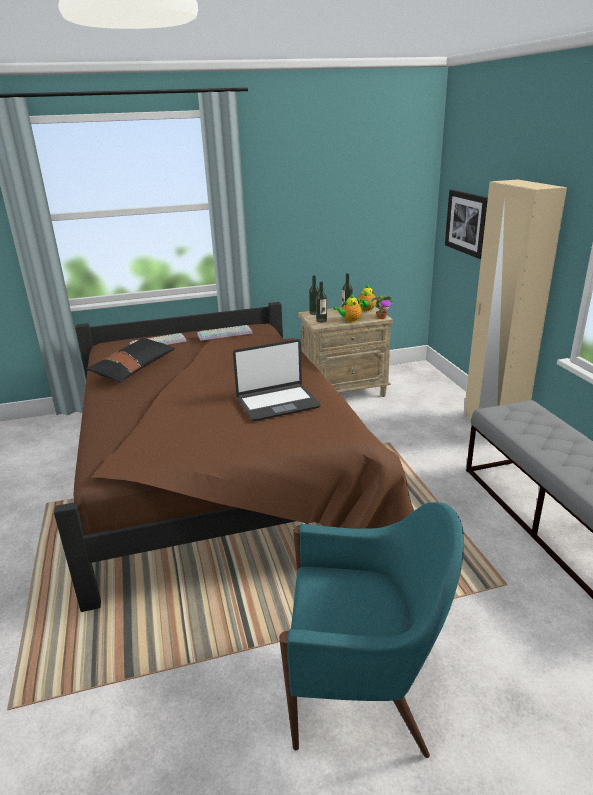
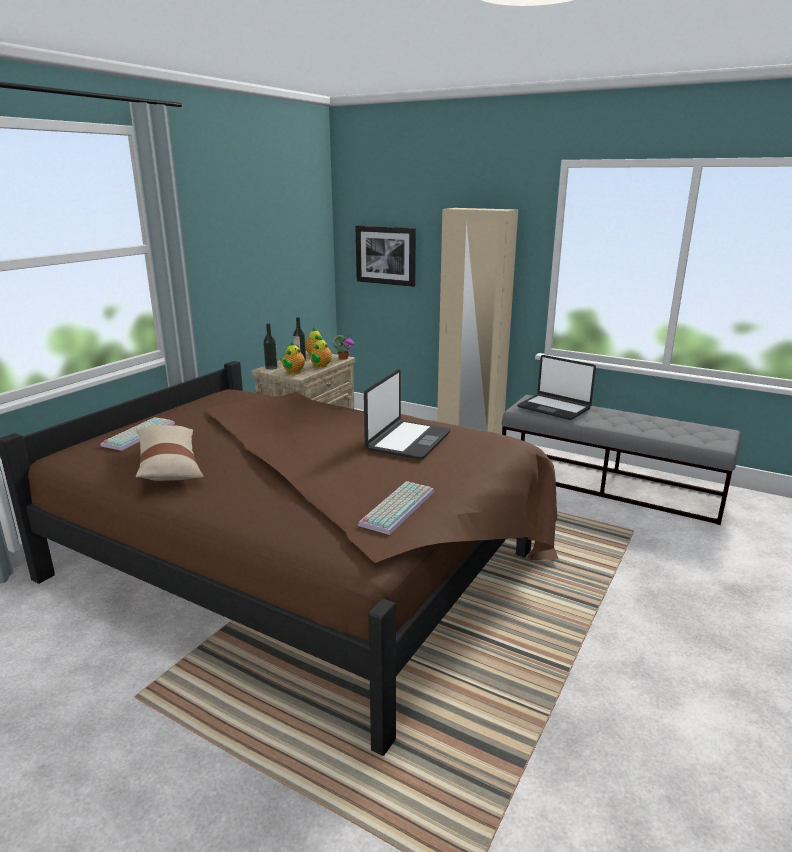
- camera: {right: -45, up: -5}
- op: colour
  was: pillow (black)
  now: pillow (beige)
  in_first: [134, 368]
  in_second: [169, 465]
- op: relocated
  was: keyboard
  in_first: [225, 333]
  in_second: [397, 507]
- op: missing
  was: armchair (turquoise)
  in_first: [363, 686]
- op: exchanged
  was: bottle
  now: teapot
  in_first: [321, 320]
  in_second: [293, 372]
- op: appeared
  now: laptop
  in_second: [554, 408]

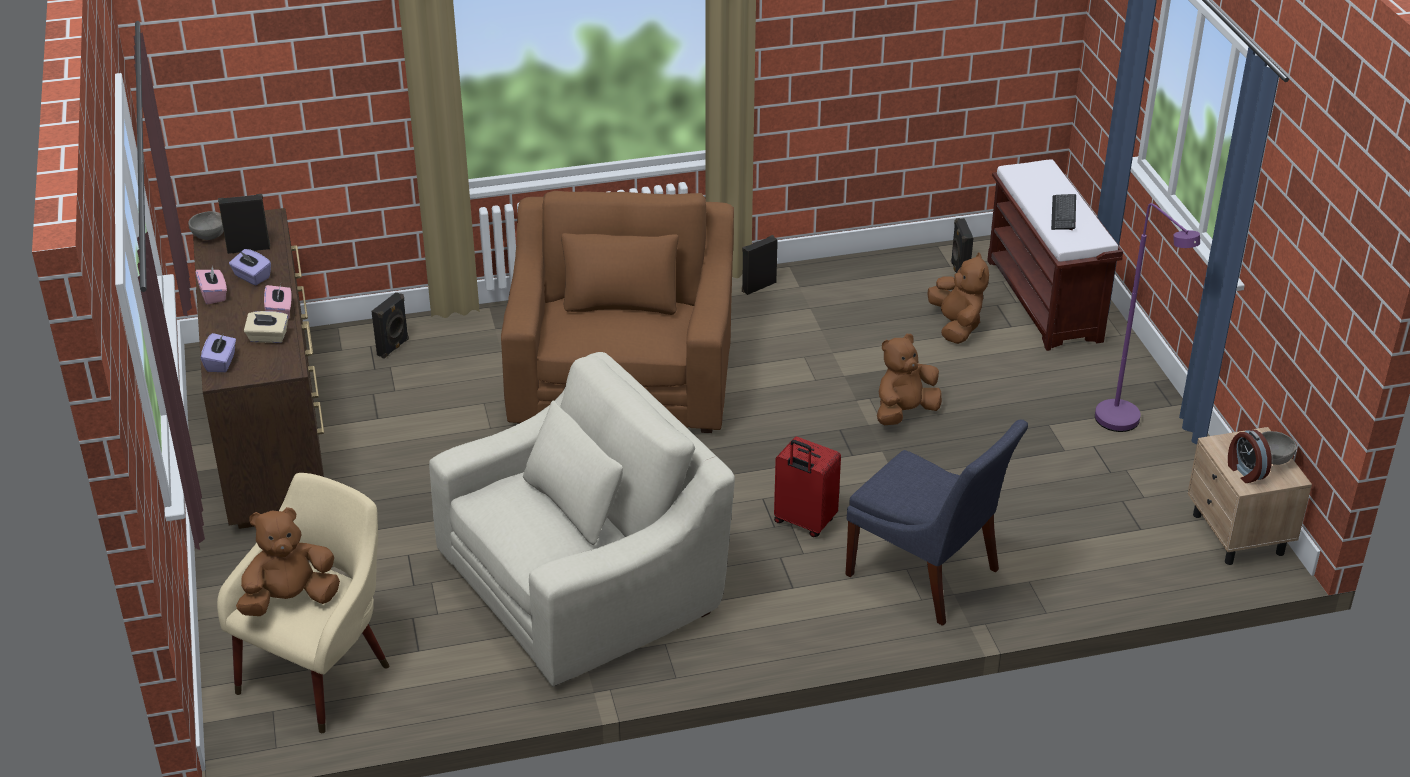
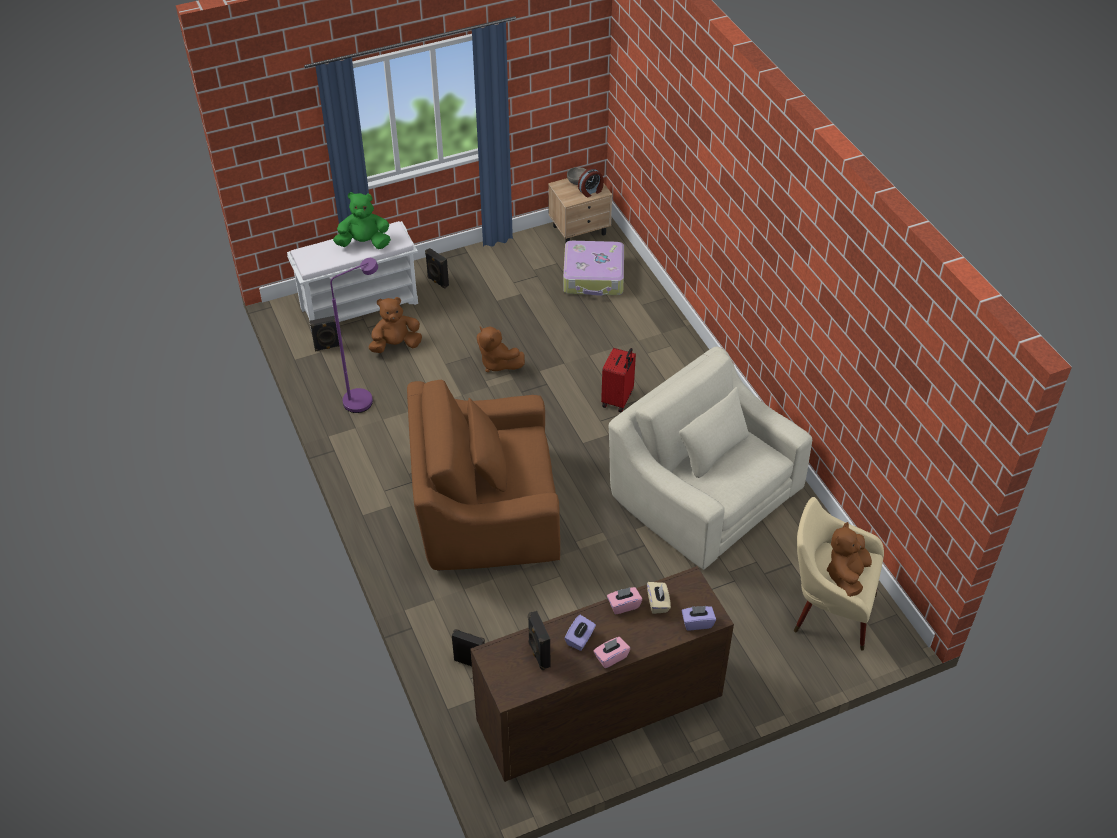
- camera: {right: -100, up: 10}
- op: missing
  was: bowl (grey)
  in_first: [210, 236]
- op: spun
  was: plush toy (brown)
  in_first: [290, 600]
  in_second: [846, 576]
  clockwise: 60
- op: relocated
  was: speaker (black)
  in_first: [758, 286]
  in_second: [437, 282]
- op: missing
  was: chair (blue)
  in_first: [927, 576]
- op: colour
  was: bench (brown)
  now: bench (white)
  in_first: [1045, 301]
  in_second: [360, 305]
- op: exchanged
  was: keyboard
  now: plush toy (green)
  in_first: [1063, 213]
  in_second: [364, 243]
- op: relocated
  was: floor lamp (purple)
  in_first: [1126, 425]
  in_second: [365, 398]
- op: appeared
  now: suitcase
  in_second: [594, 277]

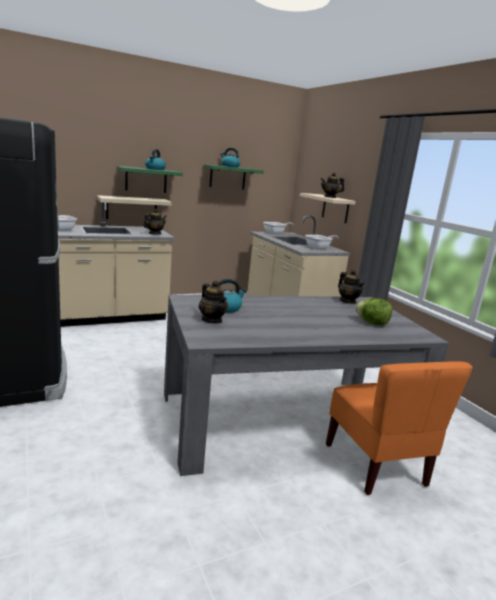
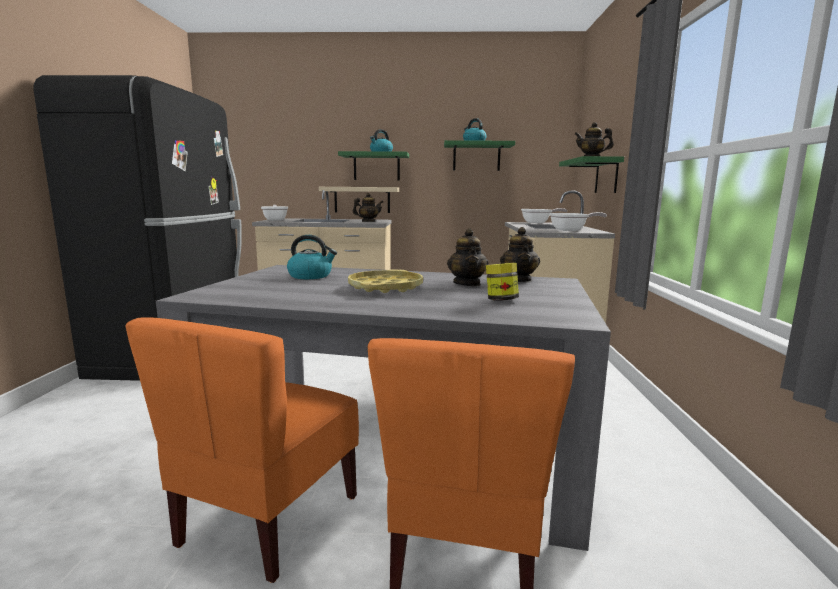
- camera: {right: 30, up: -5}
- op: relocated
  was: teapot
  in_first: [212, 320]
  in_second: [467, 284]
- op: colour
  was: shelf (beige)
  now: shelf (green)
  in_first: [335, 208]
  in_second: [606, 176]
- op: exchanged
  was: lettuce
  now: jar
  in_first: [372, 323]
  in_second: [501, 300]
- op: appeared
  now: chair (orange)
  in_second: [268, 520]
- op: appeared
  now: tray (yellow)
  in_second: [385, 287]

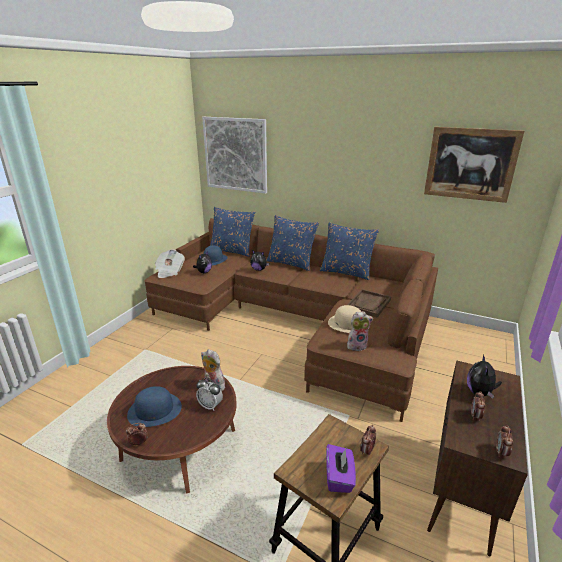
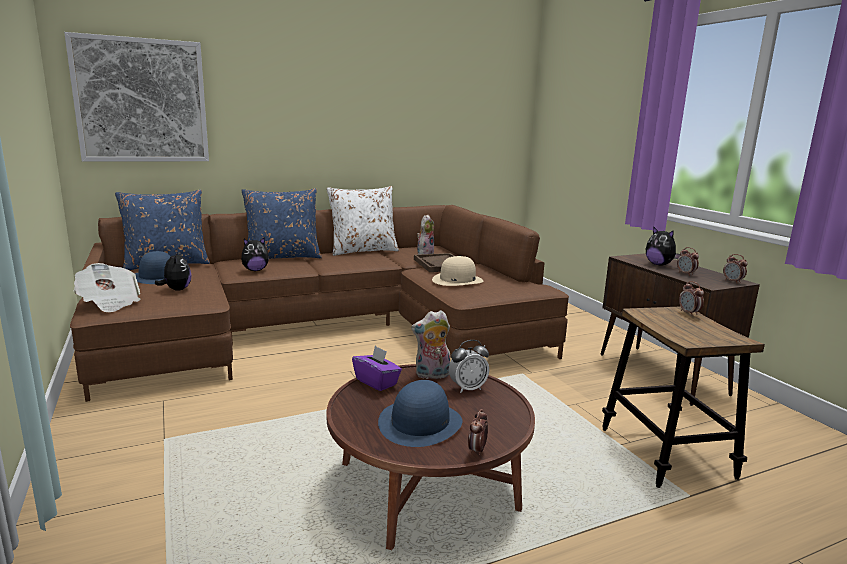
- camera: {right: -50, up: -10}
- op: colour
  was: pillow (blue)
  now: pillow (white)
  in_first: [346, 272]
  in_second: [363, 250]
- op: relocated
  was: tissue box (purple)
  in_first: [339, 477]
  in_second: [376, 382]
- op: relocated
  was: plush toy
  in_first: [357, 345]
  in_second: [425, 254]
- op: missing
  was: picture
  in_first: [470, 164]

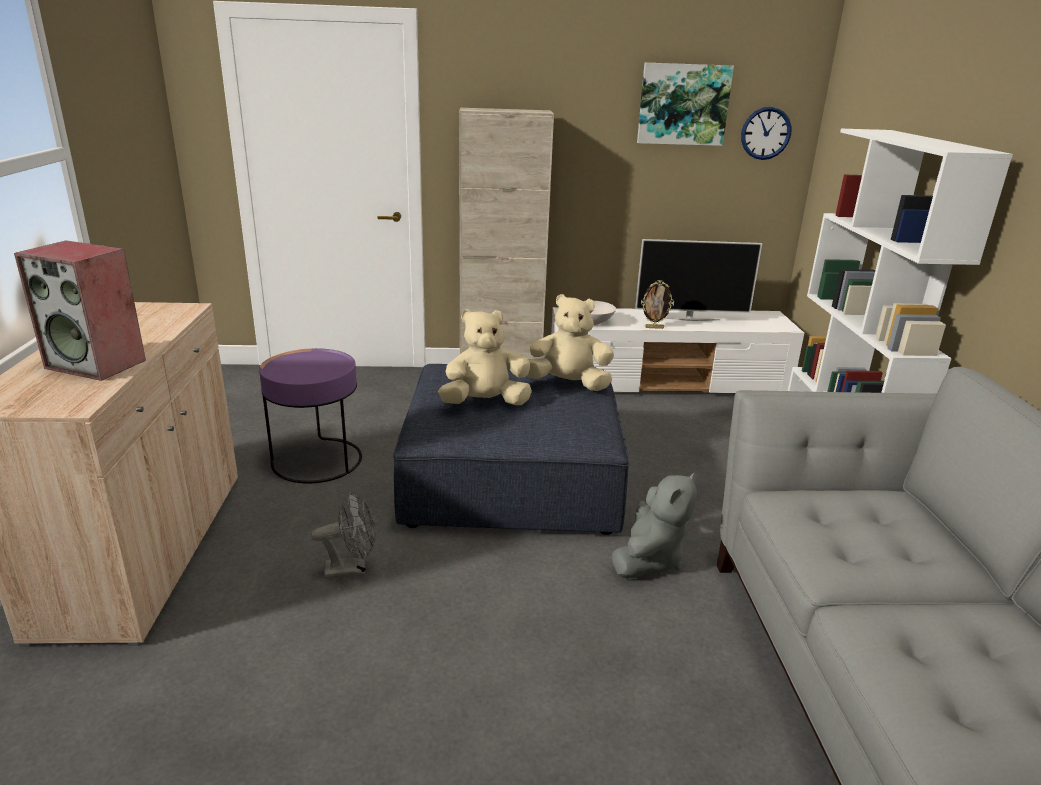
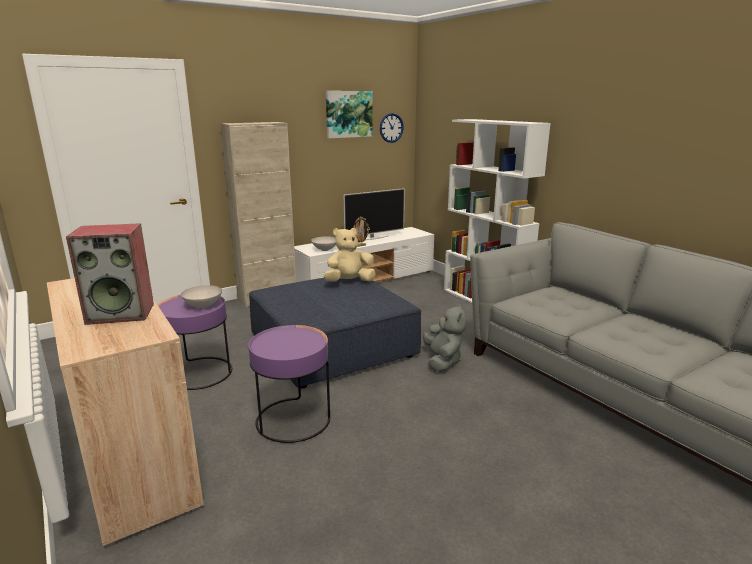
- camera: {right: -30, up: -5}
- op: exchanged
  was: fan (grey)
  now: side table (purple)
  in_first: [352, 569]
  in_second: [293, 419]
- op: missing
  was: plush toy (beige)
  in_first: [485, 403]
- op: appeared
  now: bowl (white)
  in_second: [203, 306]

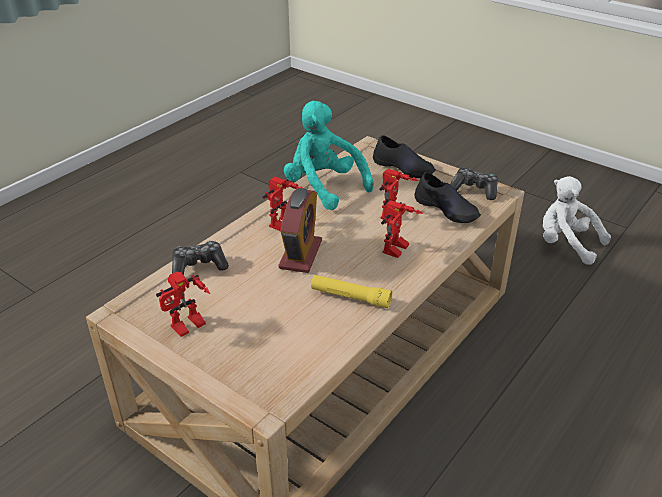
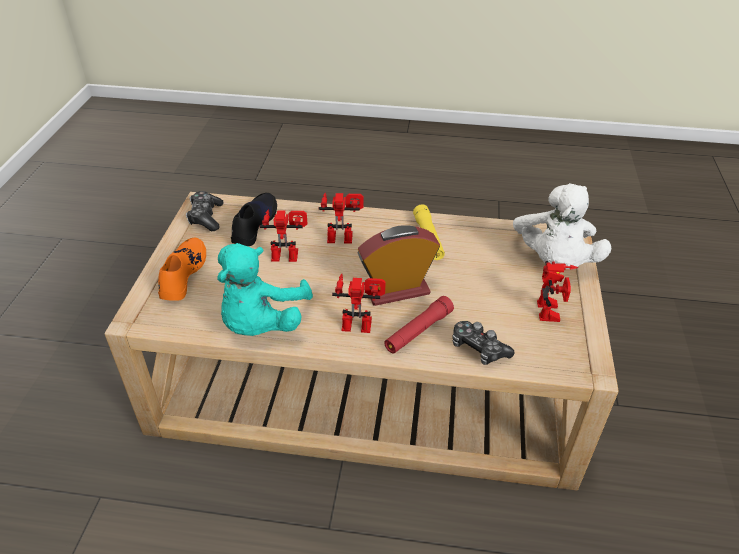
- camera: {right: -120, up: 5}
- op: spun
  was: toy robot
  in_first: [188, 328]
  in_second: [552, 313]
  clockwise: 75
- op: colour
  was: shoe (black)
  now: shoe (orange)
  in_first: [404, 168]
  in_second: [183, 274]
- op: relocated
  was: plush toy (white)
  in_first: [566, 244]
  in_second: [554, 261]
- op: appeared
  now: flashlight (red)
  in_second: [418, 331]

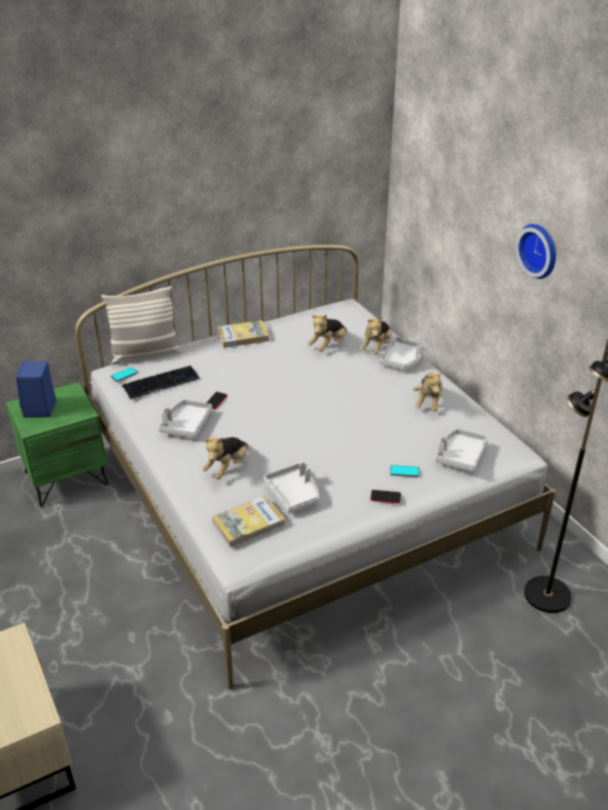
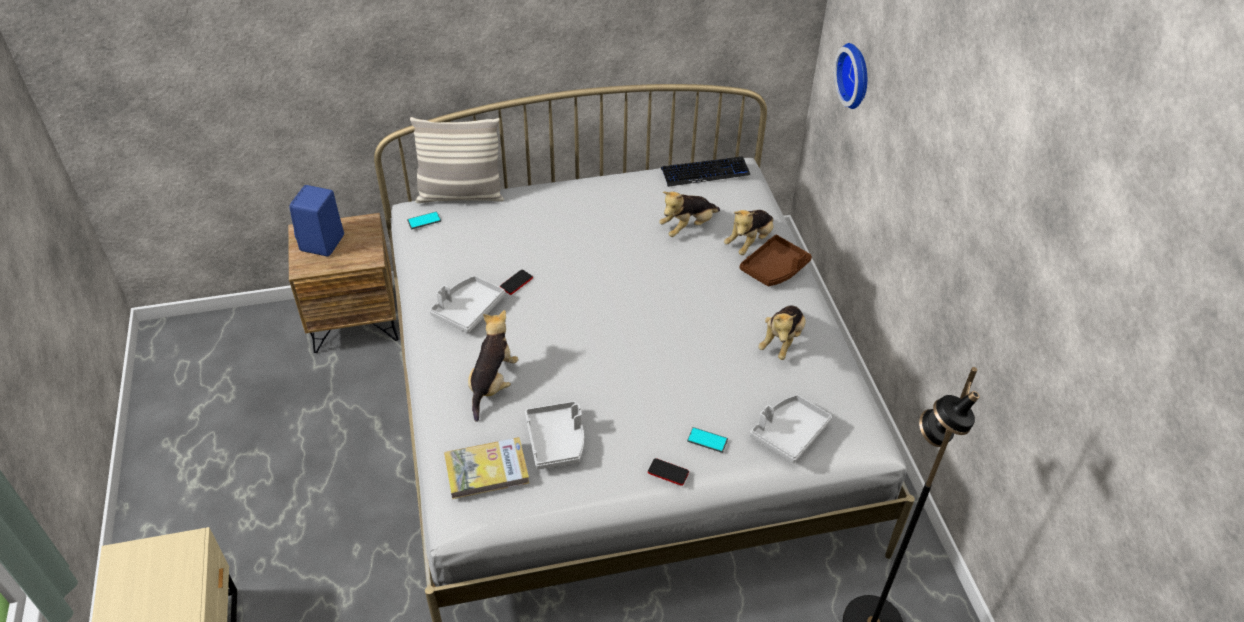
- camera: {right: 15, up: 10}
- op: colour
  was: nightstand (green)
  now: nightstand (brown)
  in_first: [66, 478]
  in_second: [355, 320]
- op: relocated
  was: keyboard
  in_first: [161, 383]
  in_second: [705, 172]
- op: spun
  was: plush toy
  in_first: [227, 467]
  in_second: [492, 383]
  clockwise: 150
- op: missing
  was: book
  in_first: [243, 336]
- op: colour
  was: tray (grey)
  now: tray (brown)
  in_first: [402, 360]
  in_second: [775, 268]
- op: relocated
  was: wall clock
  in_first: [540, 250]
  in_second: [856, 75]

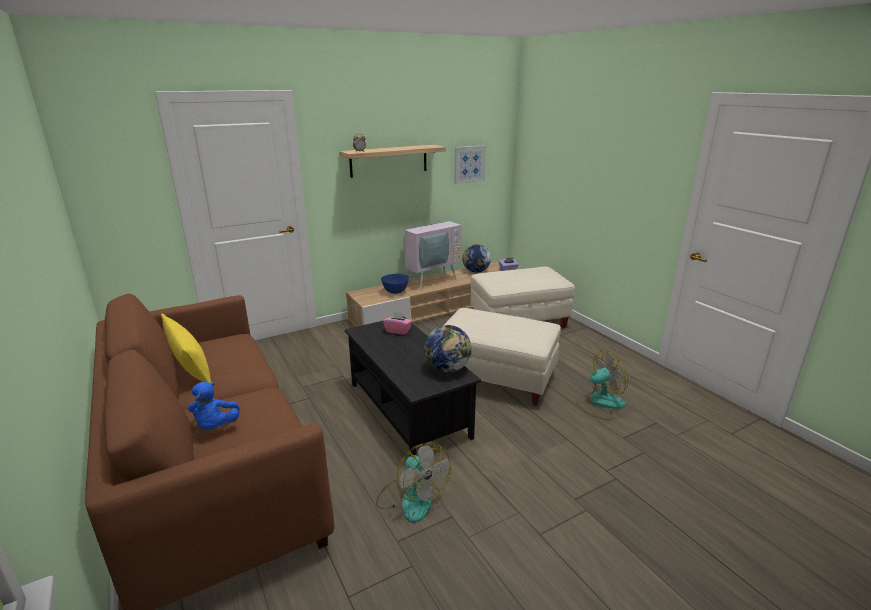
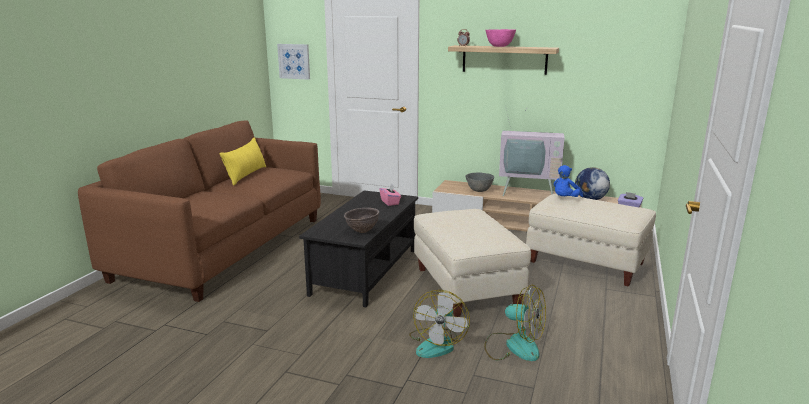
- camera: {right: 50, up: -5}
- op: relocated
  was: plush toy (blue)
  in_first: [216, 426]
  in_second: [565, 199]
- op: relocated
  was: fan
  in_first: [411, 498]
  in_second: [437, 343]
- op: colour
  was: bowl (blue)
  now: bowl (grey)
  in_first: [395, 292]
  in_second: [479, 191]
- op: exchanged
  was: globe
  now: bowl (brown)
  in_first: [448, 368]
  in_second: [362, 231]
- op: relocated
  was: picture
  in_first: [469, 164]
  in_second: [294, 61]
- op: appeared
  now: bowl (pink)
  in_second: [499, 46]

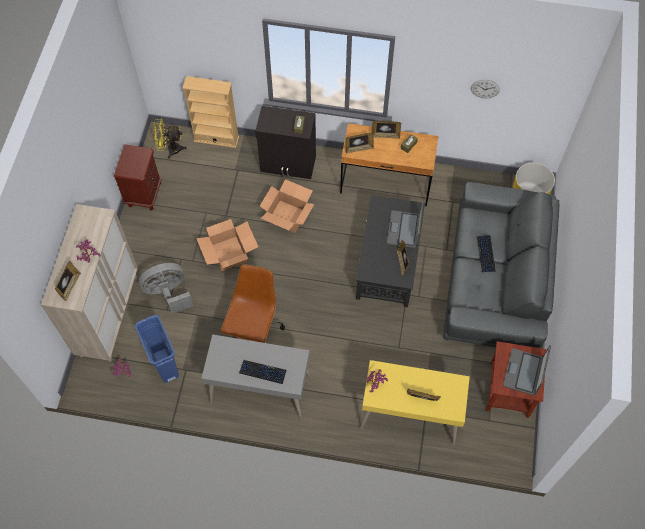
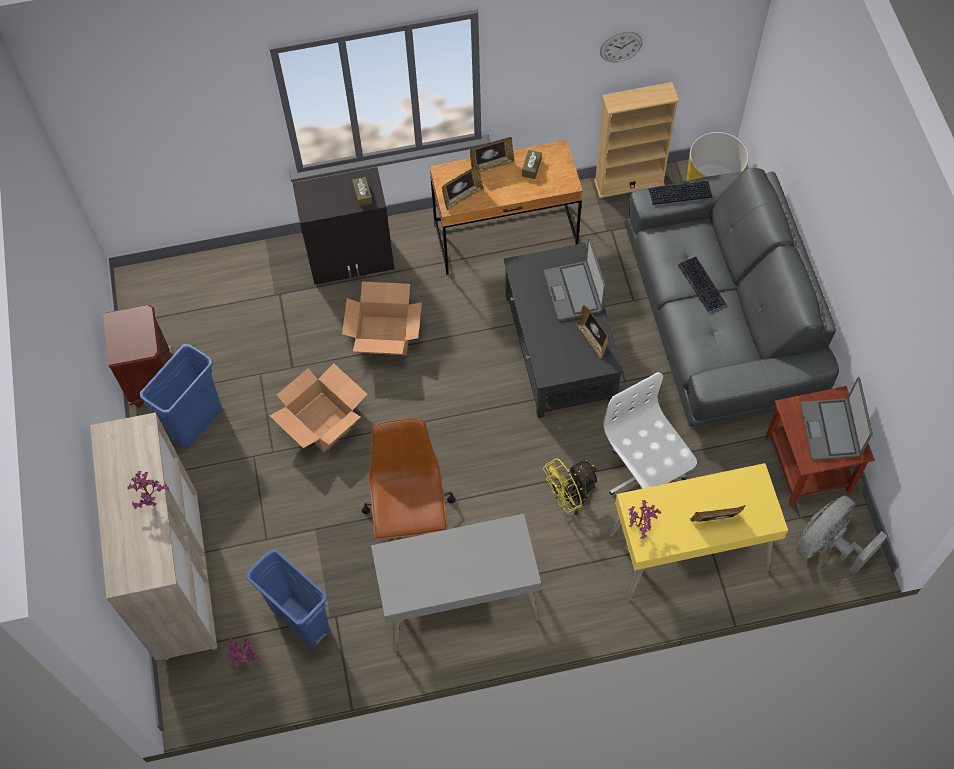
- camera: {right: -20, up: 0}
- op: missing
  was: picture frame
  in_first: [70, 286]
- op: relocated
  was: fan (grey)
  in_first: [168, 293]
  in_second: [827, 545]
- op: relocated
  was: fan (yellow)
  in_first: [170, 149]
  in_second: [570, 498]
- op: relocated
  was: bookcase (beige)
  in_first: [216, 139]
  in_second: [629, 182]
- op: relocated
  was: keyboard
  in_first: [263, 372]
  in_second: [680, 193]
- op: appeared
  now: trash can (blue)
  in_second: [197, 423]
- op: appeared
  now: office chair (white)
  in_second: [644, 475]

